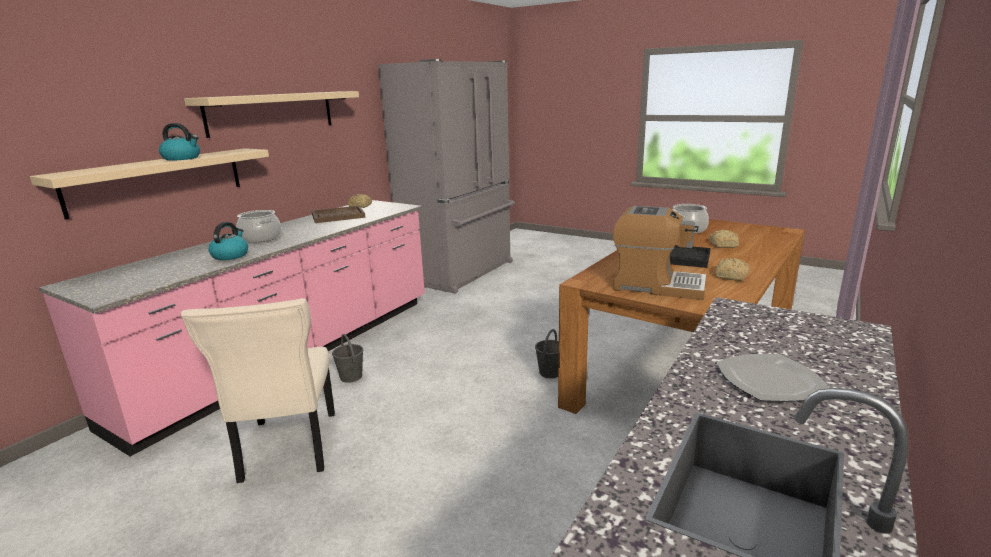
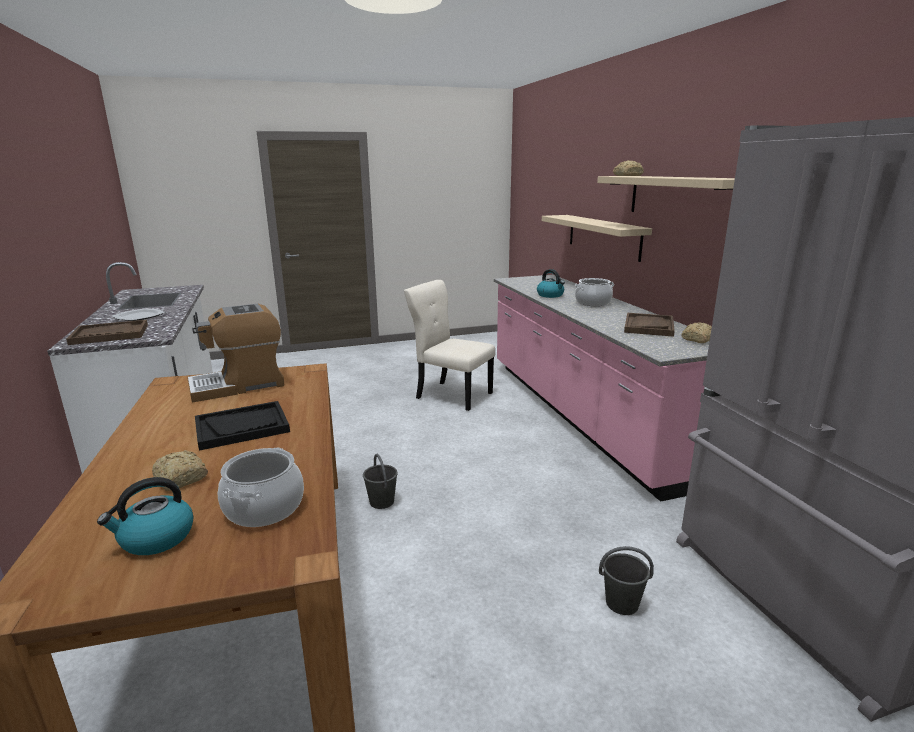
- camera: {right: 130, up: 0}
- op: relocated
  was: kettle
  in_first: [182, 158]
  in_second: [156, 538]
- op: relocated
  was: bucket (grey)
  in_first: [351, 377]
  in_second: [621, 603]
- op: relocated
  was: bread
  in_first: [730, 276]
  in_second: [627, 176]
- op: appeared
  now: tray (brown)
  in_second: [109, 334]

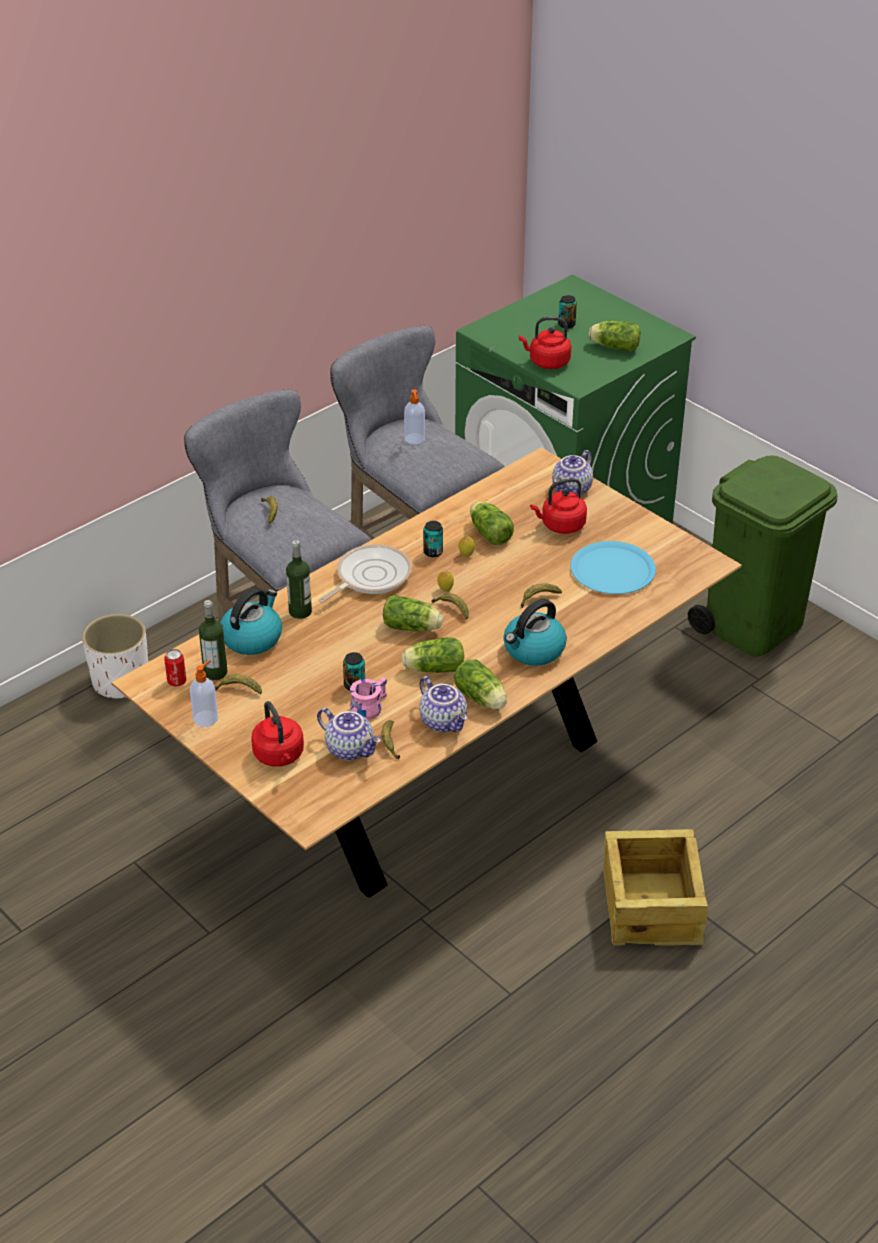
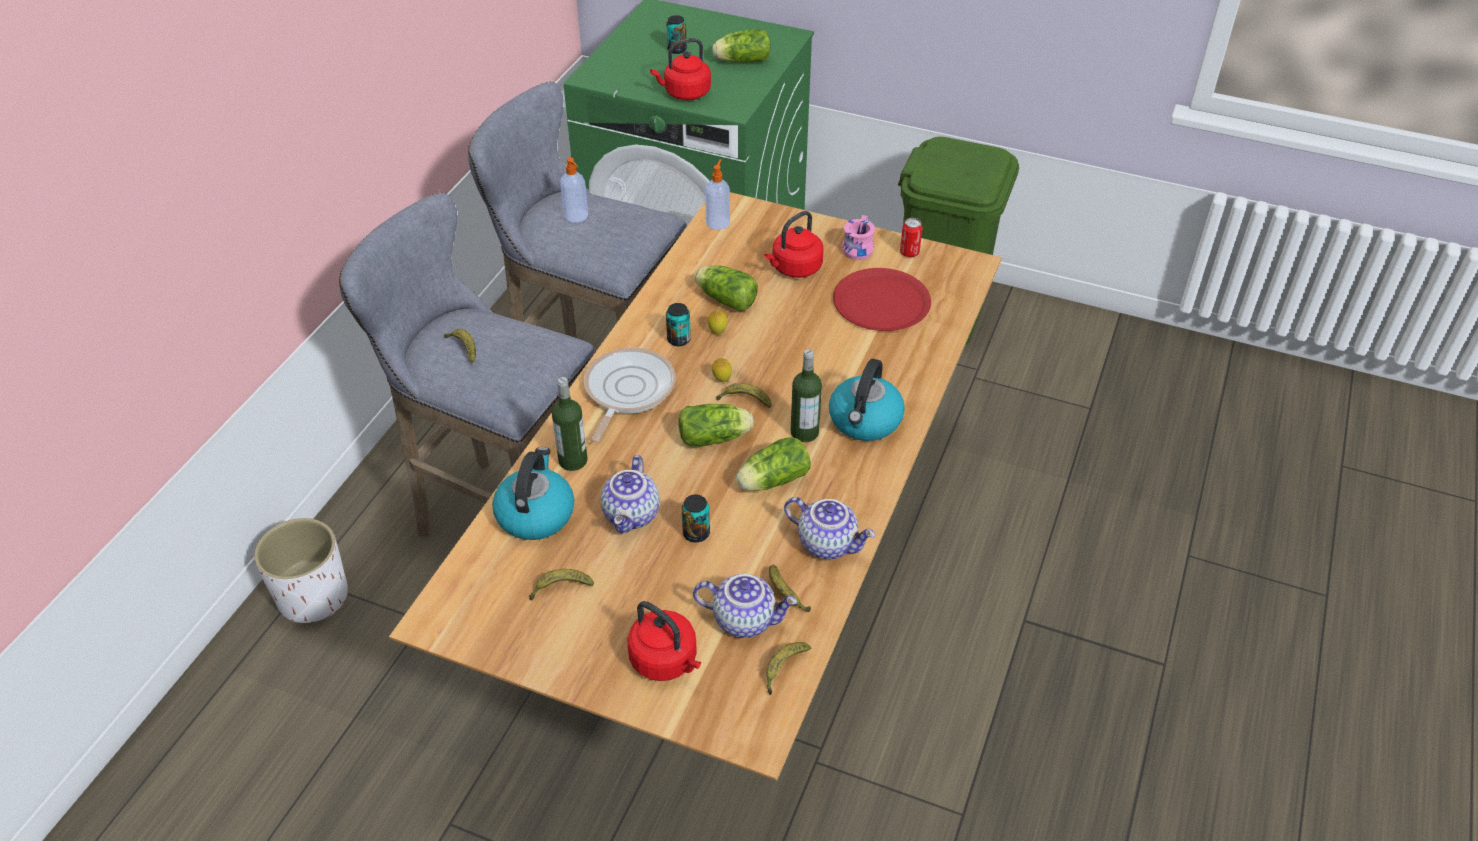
- camera: {right: -25, up: 5}
- op: relocated
  was: can
  in_first: [177, 681]
  in_second: [909, 253]
- op: relocated
  was: soap dispenser
  in_first: [206, 718]
  in_second: [718, 222]
- op: relocated
  was: bottle
  in_first: [215, 672]
  in_second: [804, 432]
- op: relocated
  was: mug (pink)
  in_first: [367, 706]
  in_second: [856, 247]
- op: missing
  was: lettuce
  in_first: [482, 699]
- op: relocated
  was: banana
  in_first: [538, 598]
  in_second: [783, 669]
- op: relocated
  was: teapot
  in_first: [572, 490]
  in_second: [632, 515]
- op: colour
  was: plate (blue)
  now: plate (red)
  in_first: [613, 570]
  in_second: [882, 302]
- op: missing
  was: crate
  in_first: [652, 906]

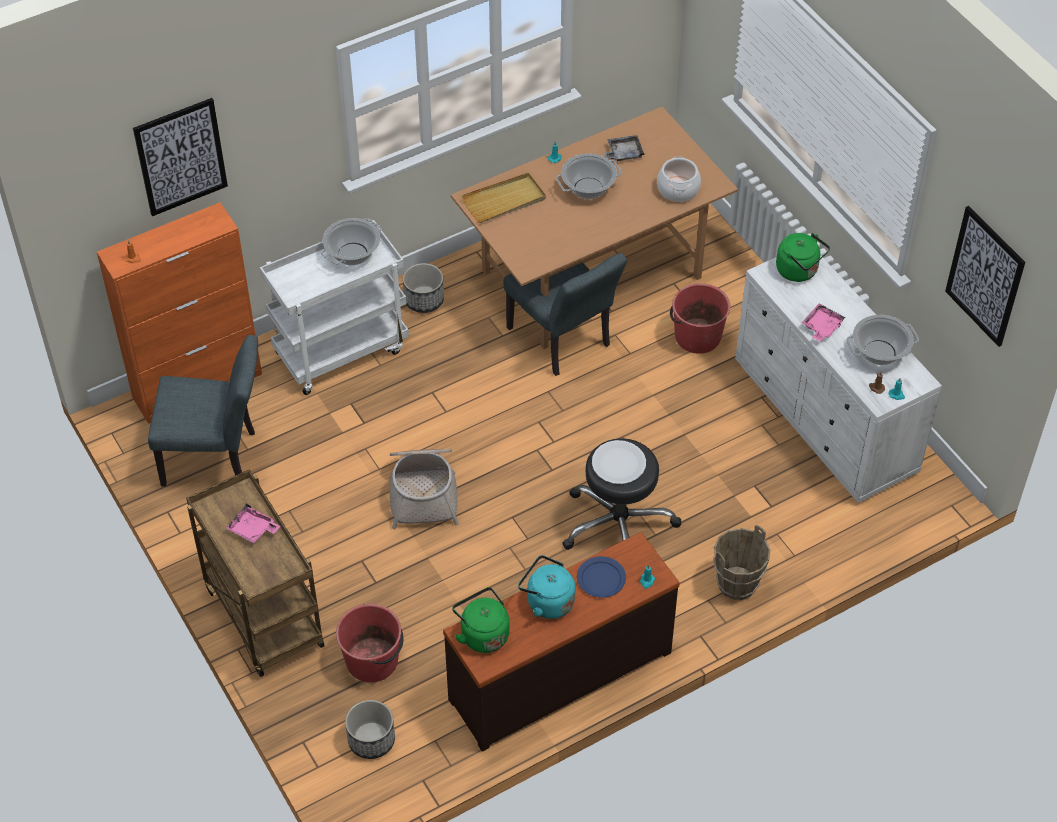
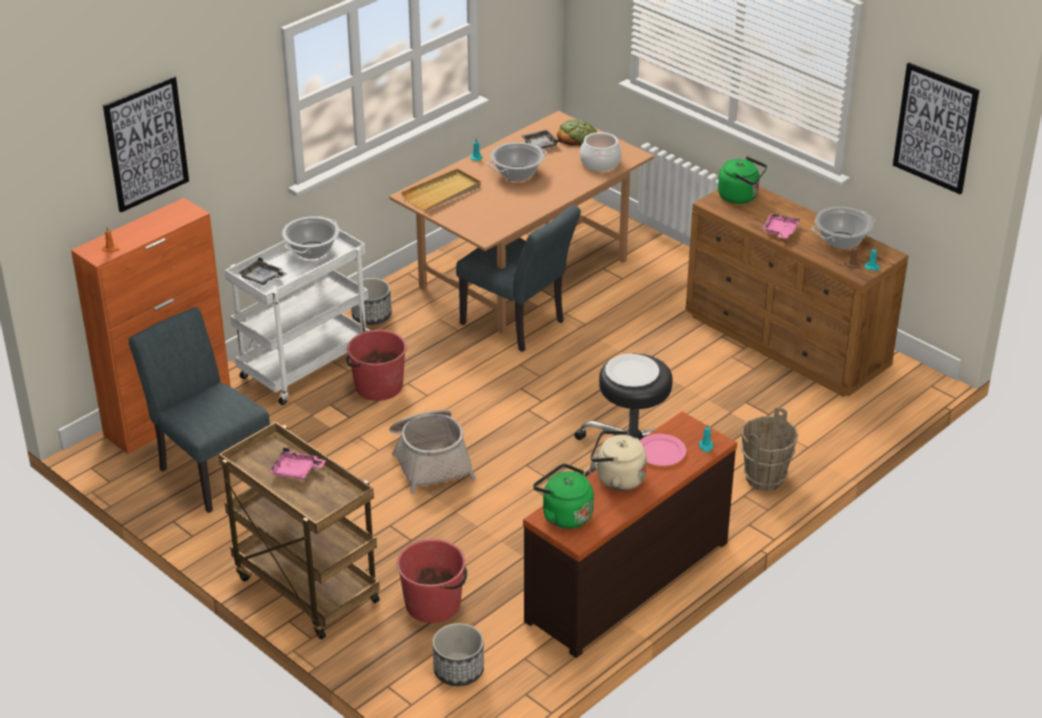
- camera: {right: -15, up: -15}
- op: spun
  was: chair (grey)
  in_first: [217, 458]
  in_second: [210, 469]
  clockwise: -120
- op: colour
  was: kettle (turquoise)
  now: kettle (beige)
  in_first: [547, 601]
  in_second: [617, 479]
- op: colour
  was: plate (blue)
  now: plate (pink)
  in_first: [601, 578]
  in_second: [661, 452]
- op: relocated
  was: bucket (red)
  in_first: [697, 336]
  in_second: [378, 386]
- op: colour
  was: dresser (white)
  now: dresser (brown)
  in_first: [825, 418]
  in_second: [787, 342]
- op: appeared
  now: tray (grey)
  in_second: [262, 278]
- op: appeared
  now: bread
  in_second: [577, 136]

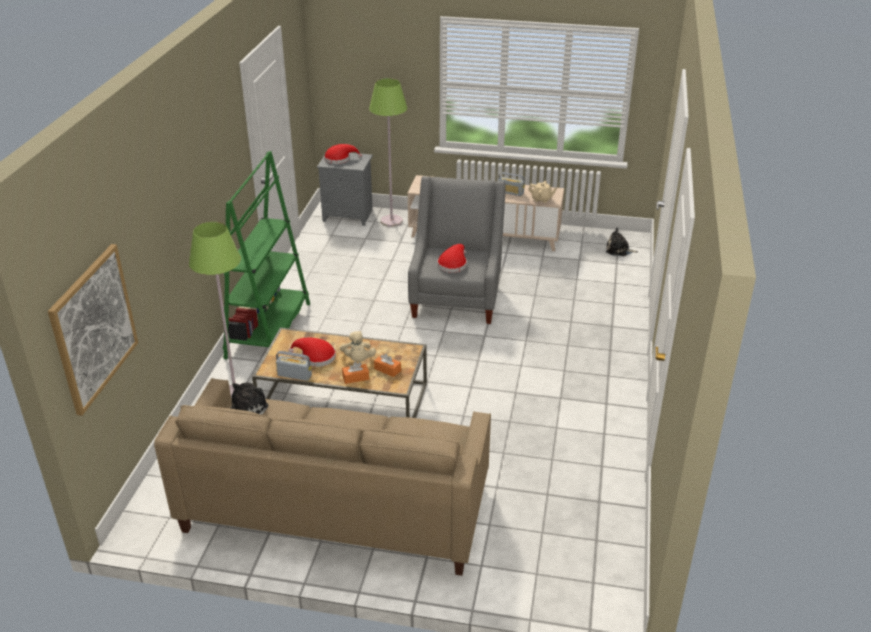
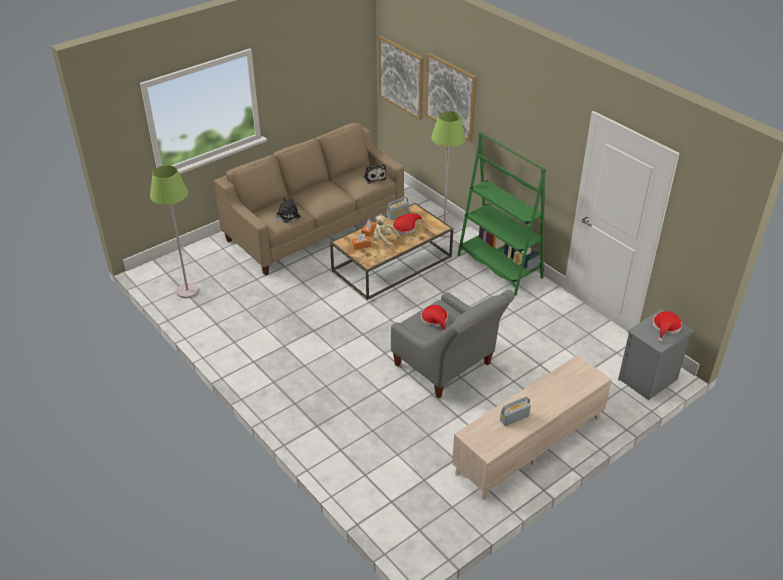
- camera: {right: 130, up: 5}
- op: relocated
  was: floor lamp (green)
  in_first: [391, 221]
  in_second: [187, 291]
- op: missing
  was: teapot (beige)
  in_first: [541, 199]
- op: relocated
  was: plush toy
  in_first: [619, 250]
  in_second: [286, 216]
- op: appeared
  now: picture
  in_second: [451, 96]

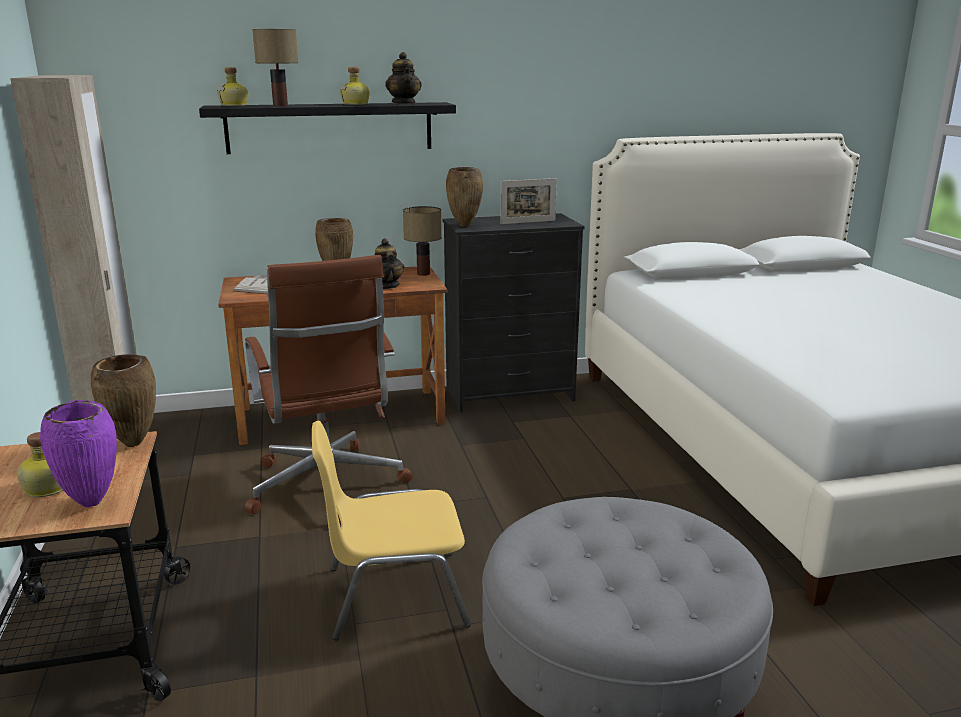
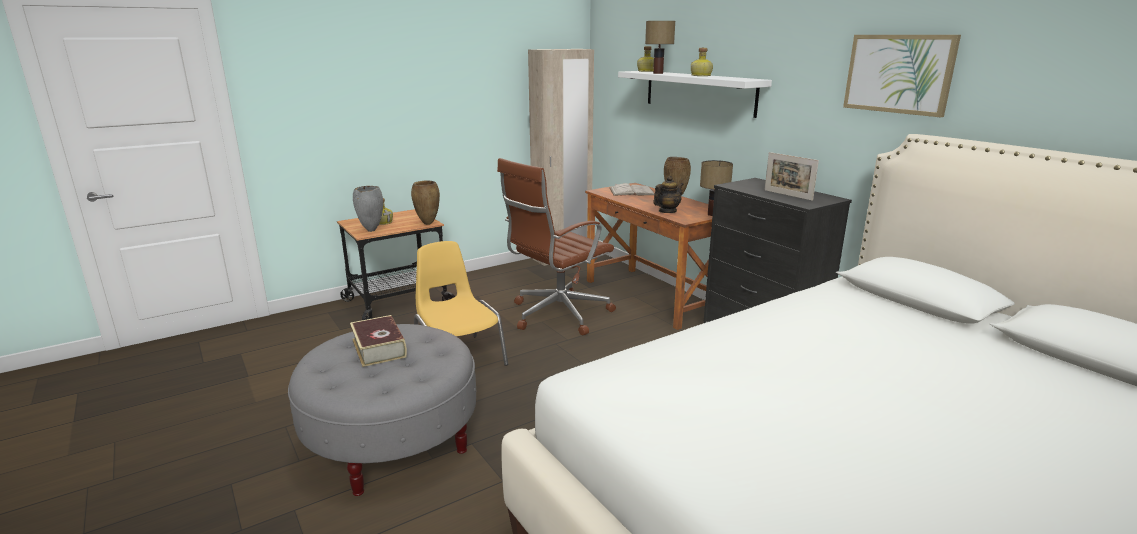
- camera: {right: 70, up: 0}
- op: colour
  was: vase (purple)
  now: vase (grey)
  in_first: [93, 503]
  in_second: [371, 231]
- op: colour
  was: shelf (black)
  now: shelf (white)
  in_first: [330, 127]
  in_second: [698, 92]
- op: missing
  was: teapot
  in_first: [404, 103]
- op: missing
  was: vase (brown)
  in_first: [465, 226]
- op: appeared
  now: book
  in_second: [379, 348]
- op: appeared
  now: picture
  in_second: [898, 74]

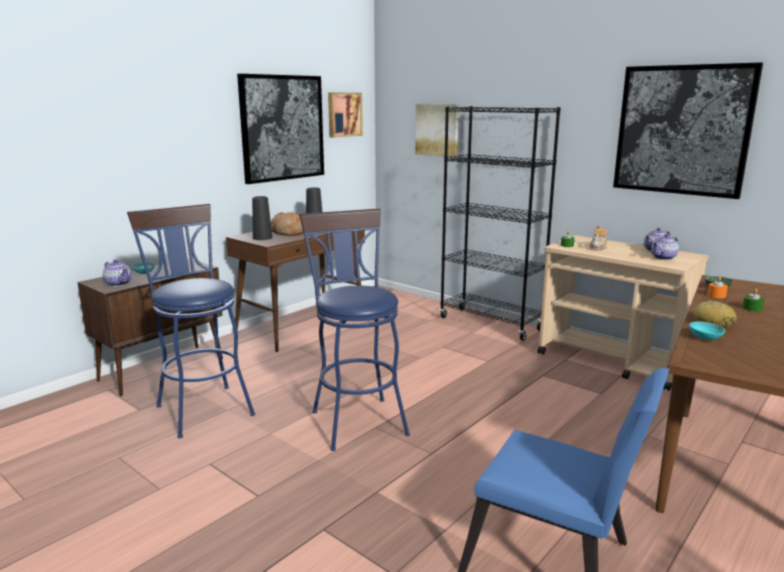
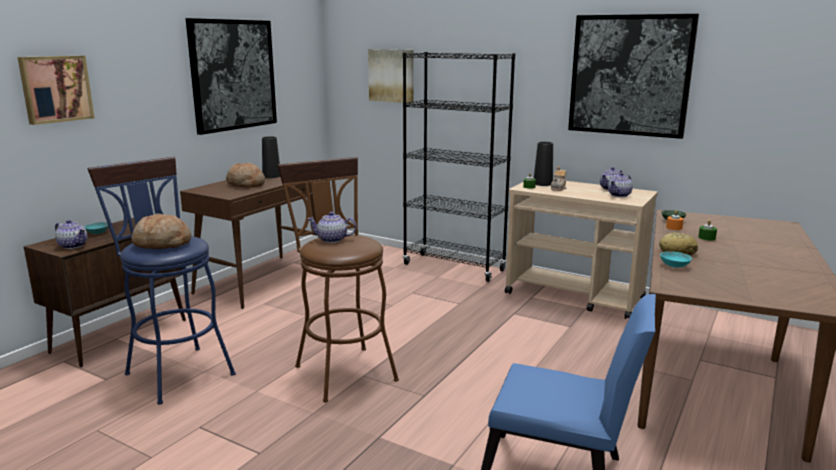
- camera: {right: -10, up: 0}
- op: relocated
  was: vase (black)
  in_first: [262, 238]
  in_second: [542, 183]
- op: colour
  was: stool (blue)
  now: stool (brown)
  in_first: [356, 418]
  in_second: [342, 369]
- op: relocated
  was: picture
  in_first: [344, 114]
  in_second: [55, 89]
- op: appeared
  now: bread
  in_second: [162, 243]
- op: appeared
  now: teapot
  in_second: [332, 240]

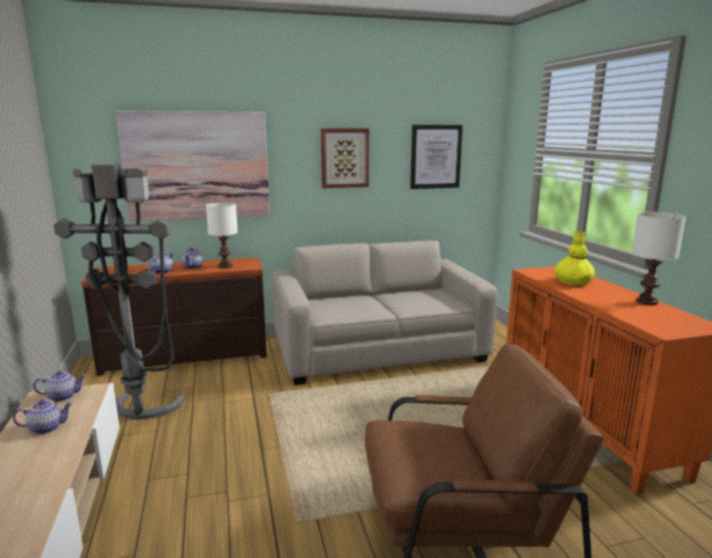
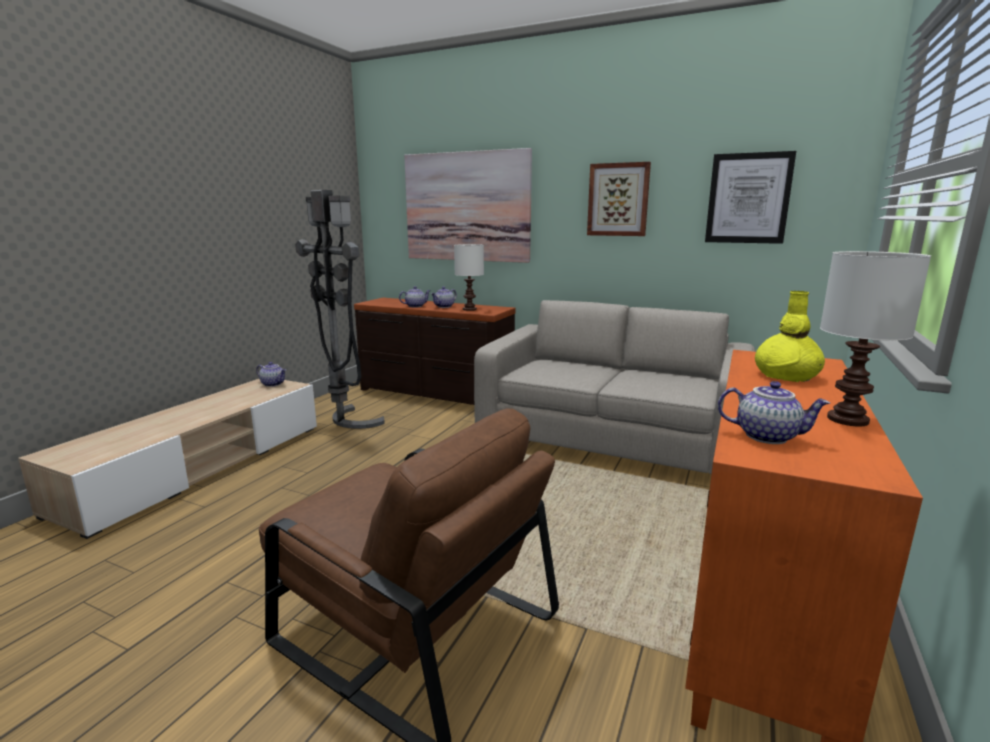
- camera: {right: 40, up: 0}
- op: relocated
  was: teapot
  in_first: [47, 428]
  in_second: [767, 436]

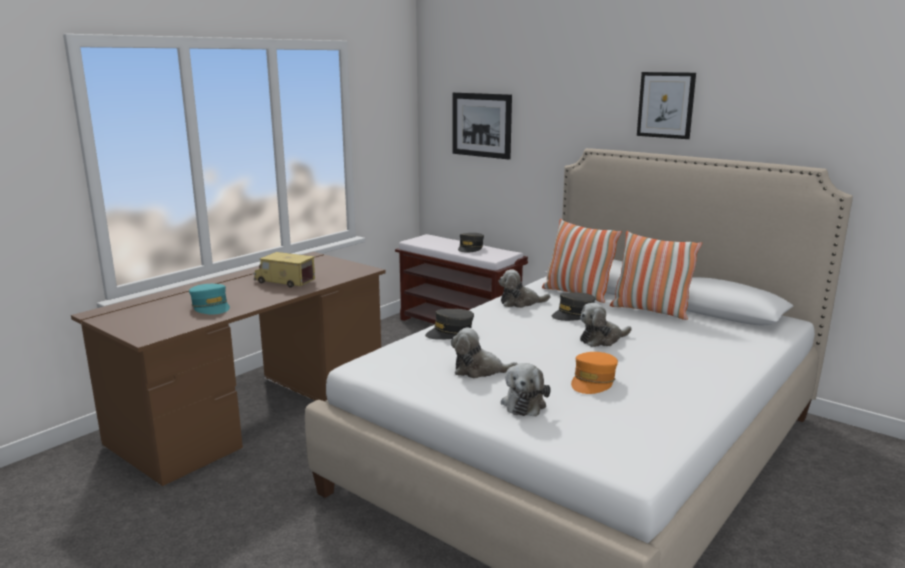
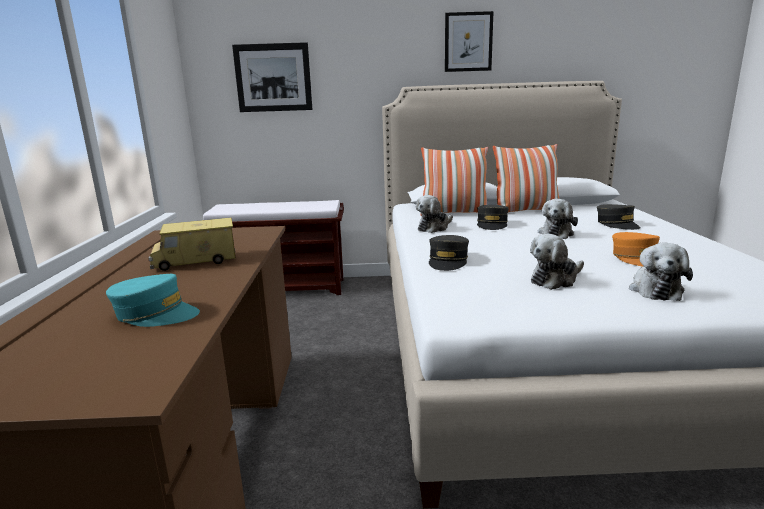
- camera: {right: -40, up: 0}
- op: relocated
  was: cap (grey)
  in_first: [470, 248]
  in_second: [617, 224]
- op: spun
  was: plush toy
  in_first: [524, 403]
  in_second: [655, 289]
  clockwise: 45

